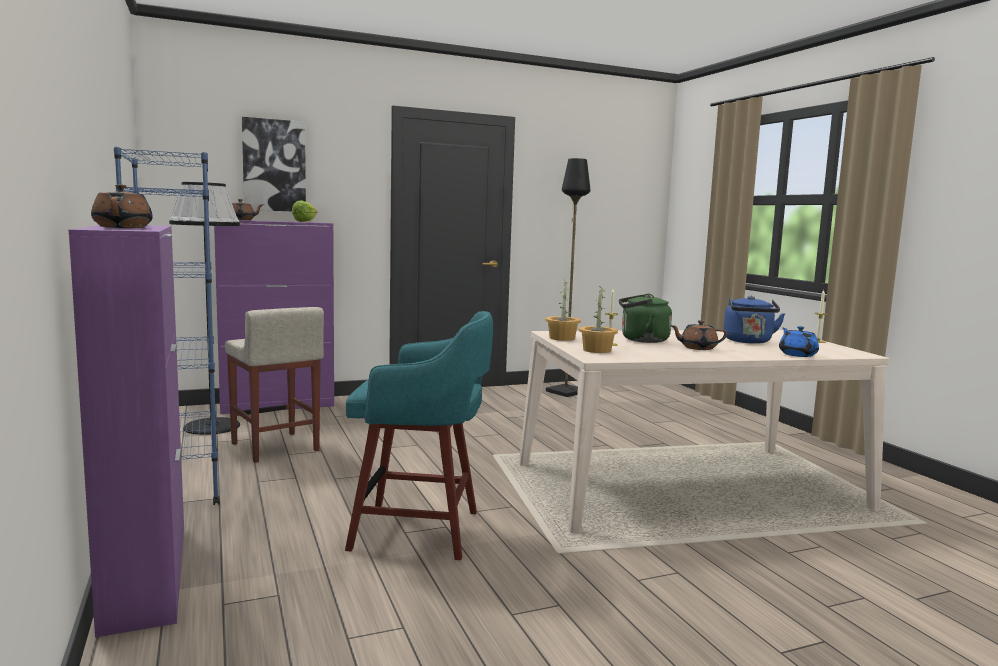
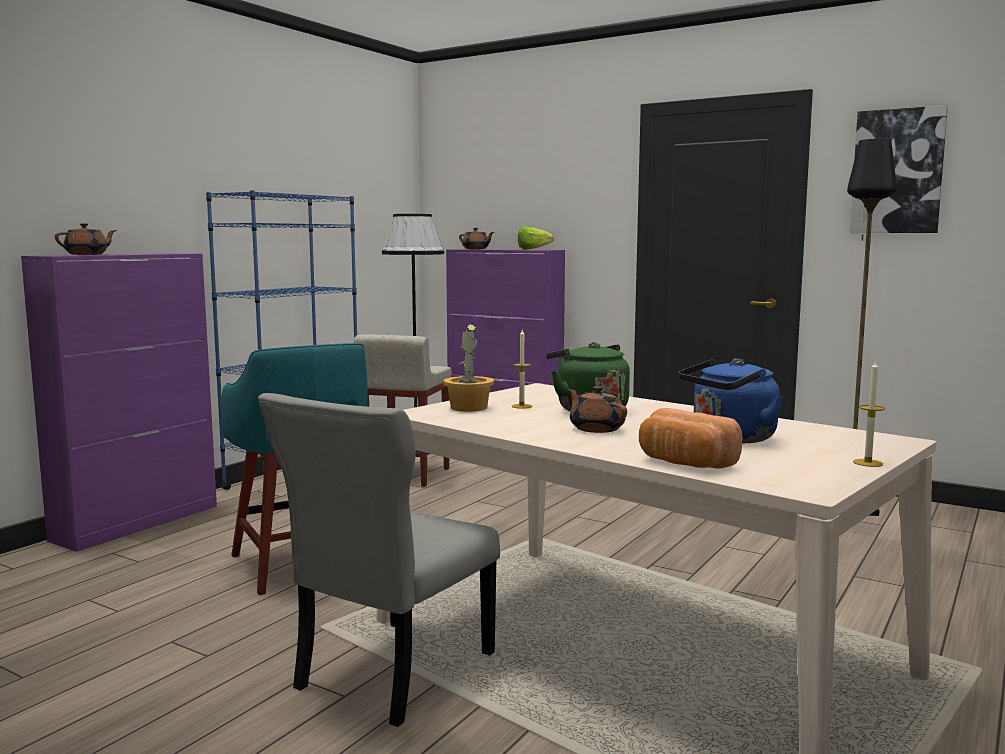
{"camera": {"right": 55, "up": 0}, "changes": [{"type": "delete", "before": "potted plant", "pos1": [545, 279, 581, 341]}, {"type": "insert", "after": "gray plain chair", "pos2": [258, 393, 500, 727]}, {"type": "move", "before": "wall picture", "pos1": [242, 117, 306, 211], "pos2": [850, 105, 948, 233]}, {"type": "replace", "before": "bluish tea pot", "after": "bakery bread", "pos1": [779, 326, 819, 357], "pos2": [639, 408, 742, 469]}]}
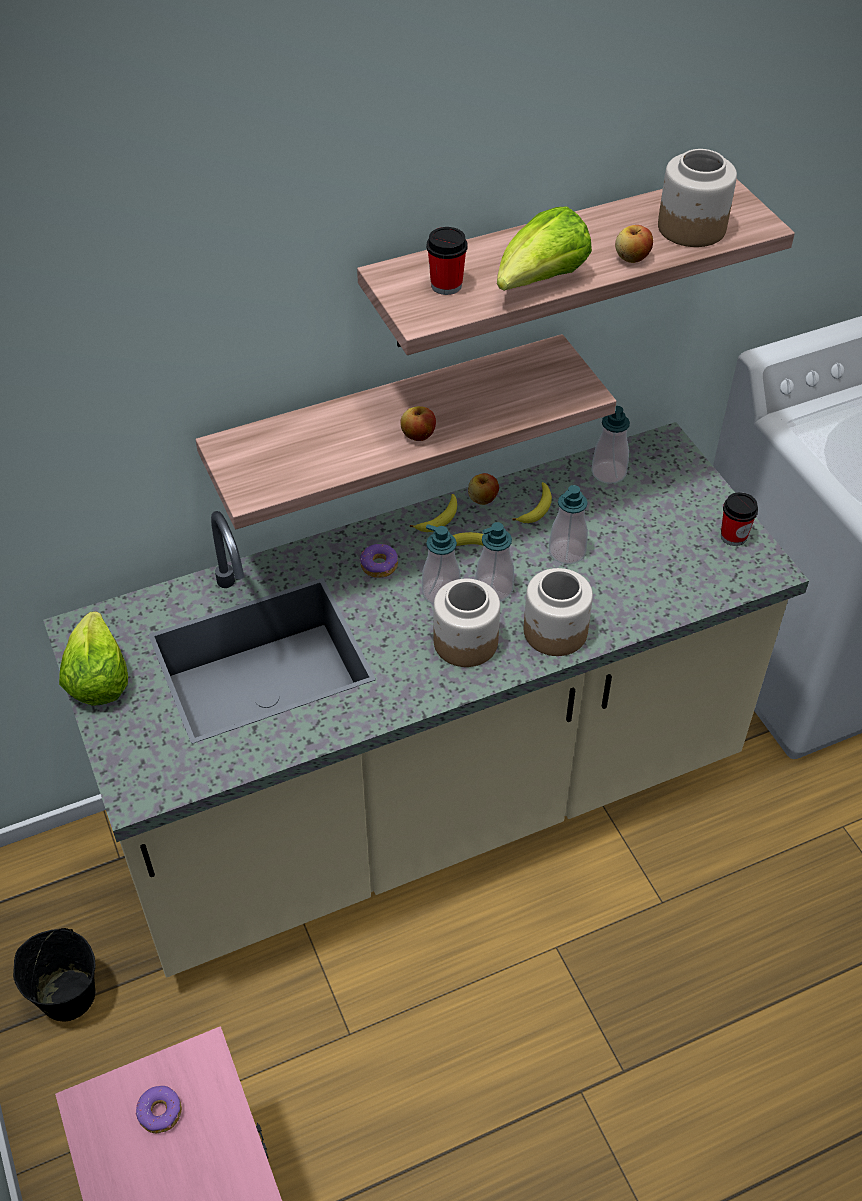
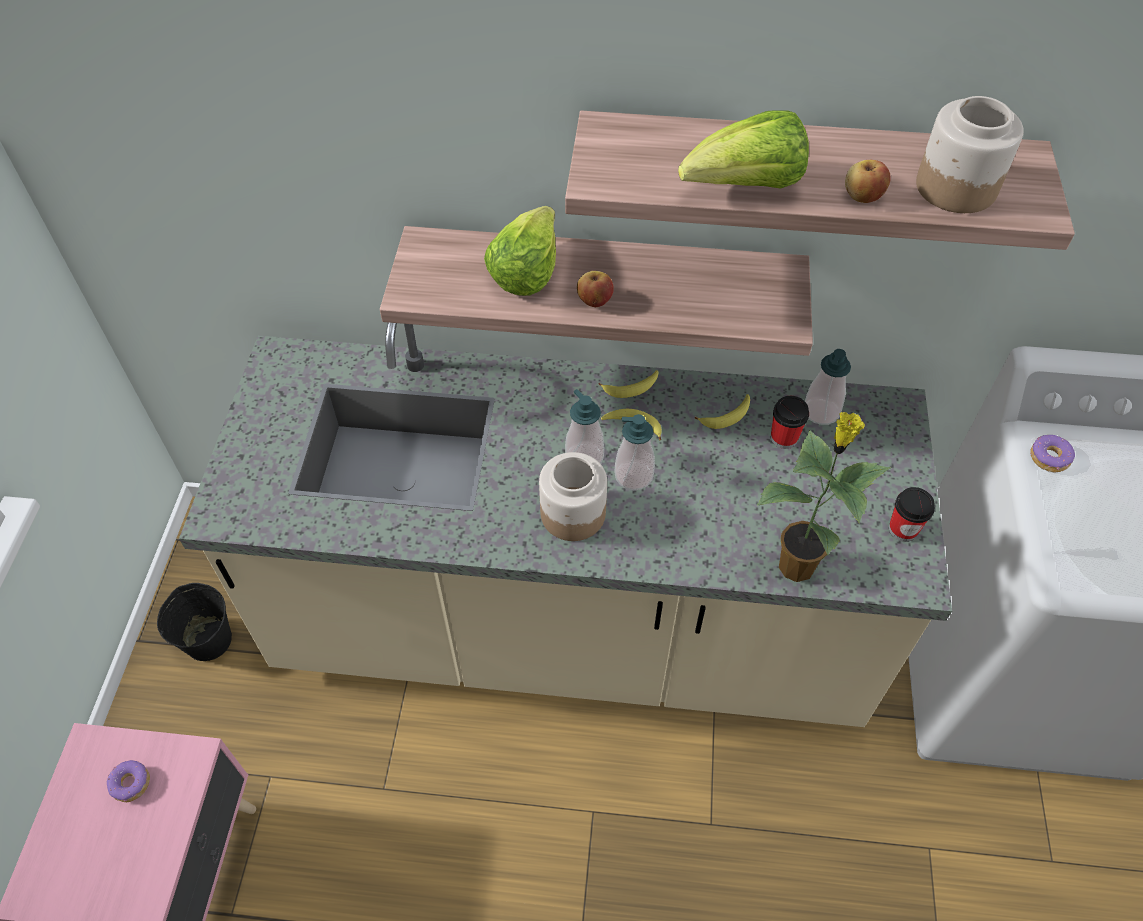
{"camera": {"right": 30, "up": 5}, "changes": [{"type": "delete", "before": "apple", "pos1": [468, 473, 499, 505]}, {"type": "delete", "before": "jar", "pos1": [524, 568, 593, 656]}, {"type": "delete", "before": "liquid soap bottle", "pos1": [549, 485, 588, 564]}, {"type": "insert", "after": "potted plant", "pos2": [757, 412, 891, 582]}, {"type": "move", "before": "lettuce", "pos1": [59, 611, 128, 705], "pos2": [484, 206, 556, 296]}, {"type": "move", "before": "doughnut", "pos1": [360, 544, 398, 578], "pos2": [1030, 435, 1075, 473]}, {"type": "move", "before": "small cup", "pos1": [427, 227, 468, 295], "pos2": [771, 396, 809, 449]}]}
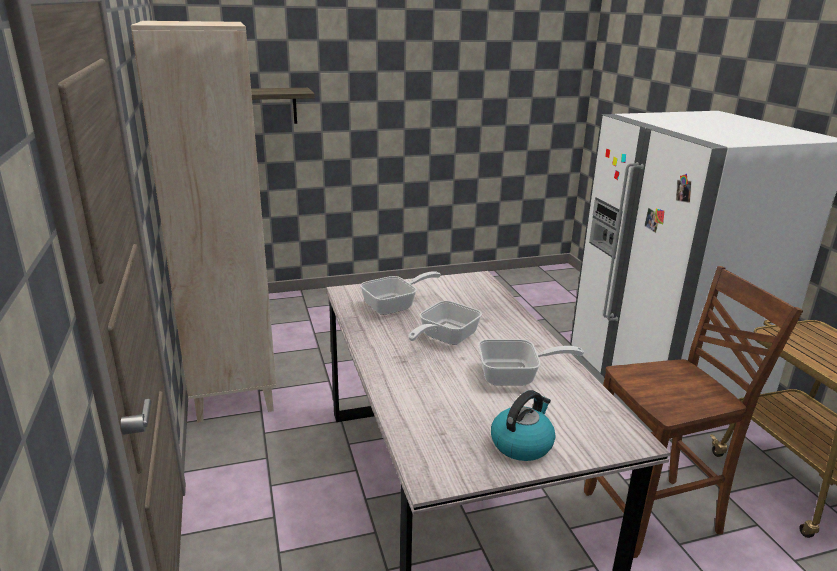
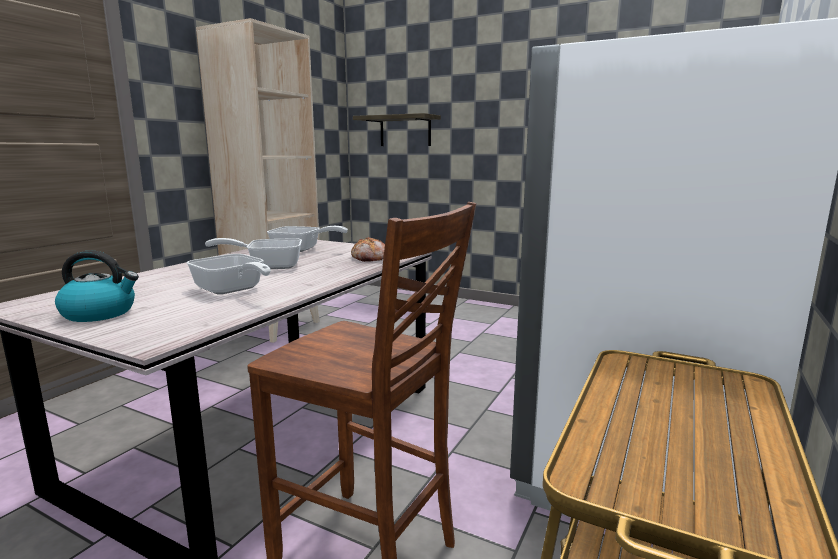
{"camera": {"right": 45, "up": -10}, "changes": [{"type": "insert", "after": "bakery bread", "pos2": [351, 237, 385, 262]}]}
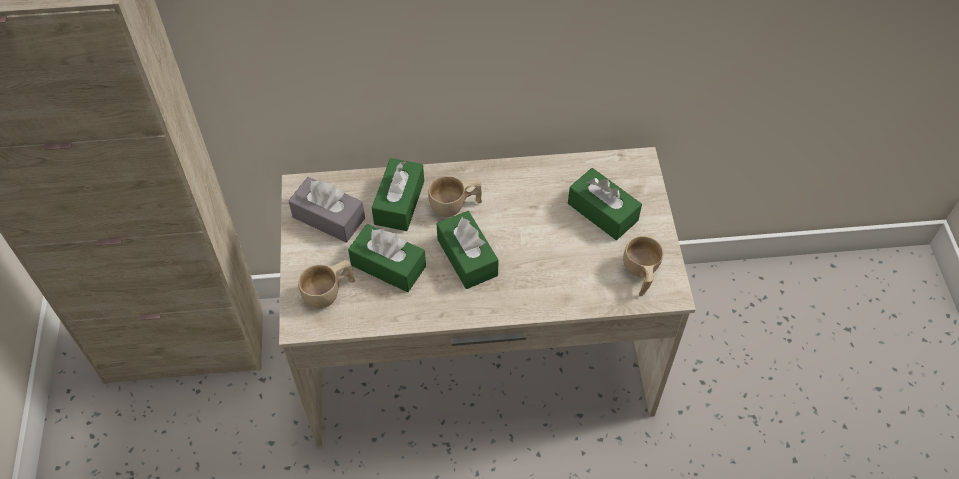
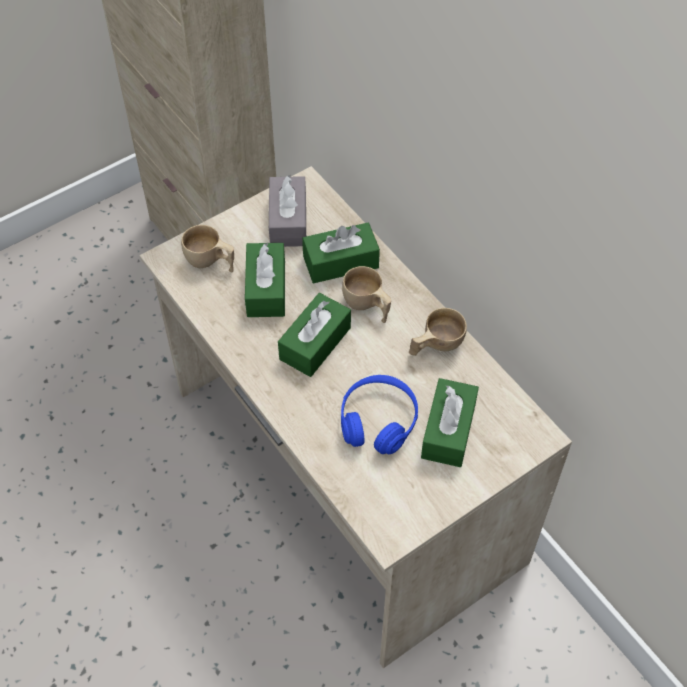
{"camera": {"right": 60, "up": 0}, "changes": [{"type": "insert", "after": "bluish pair of headphones", "pos2": [341, 375, 418, 454]}, {"type": "move", "before": "sand-coloured small cup", "pos1": [623, 236, 664, 296], "pos2": [409, 308, 467, 356]}]}
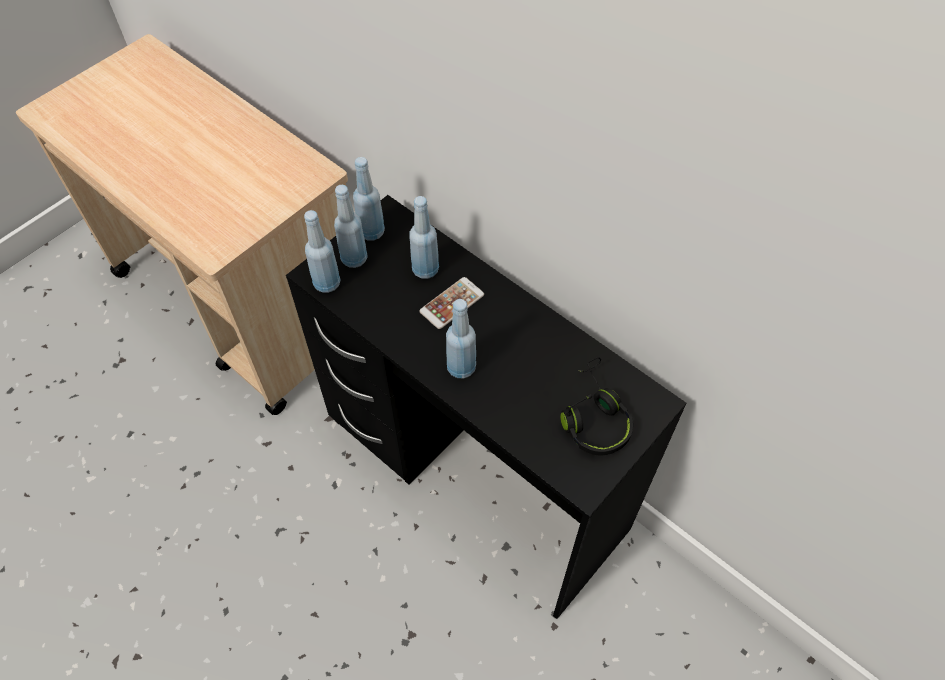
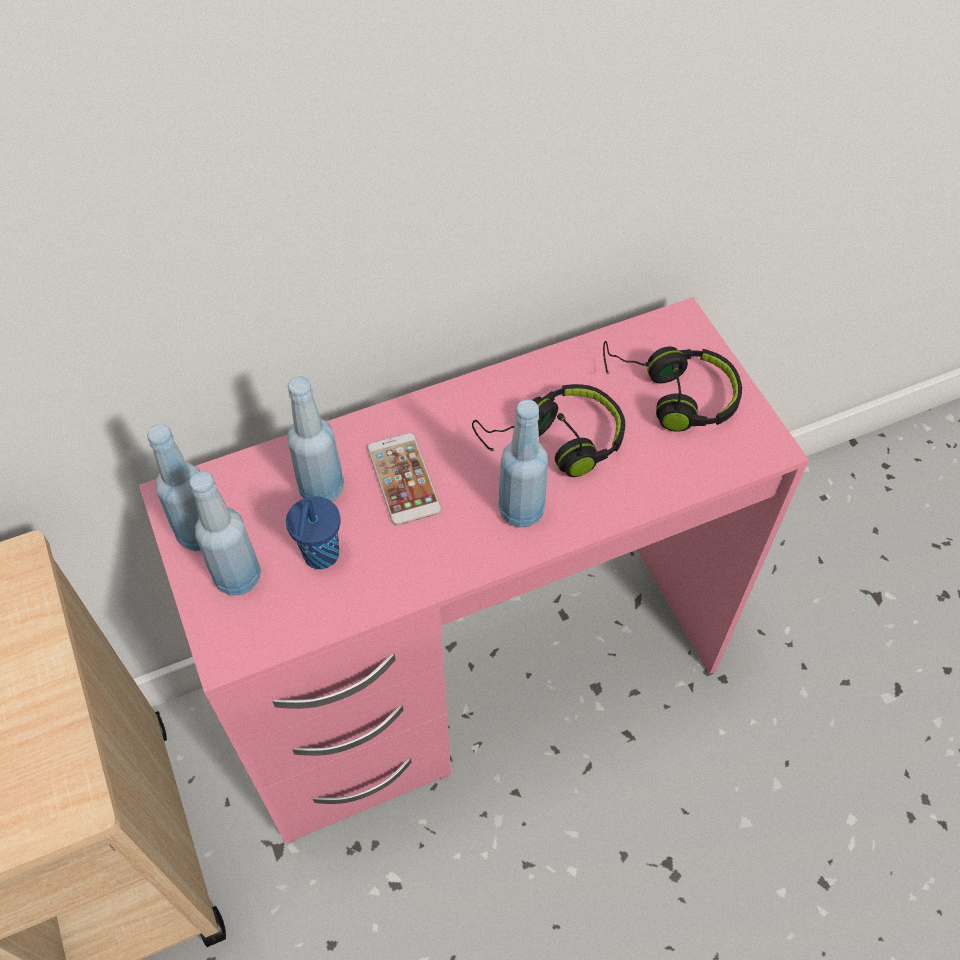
{"camera": {"right": -65, "up": 0}, "changes": [{"type": "delete", "before": "bluish bottle", "pos1": [304, 210, 340, 293]}, {"type": "insert", "after": "bluish small cup", "pos2": [286, 496, 341, 569]}, {"type": "insert", "after": "black-coloured pair of headphones", "pos2": [472, 384, 625, 477]}, {"type": "recolor", "before": "black-coloured desk table", "after": "pink desk table", "pos1": [286, 195, 686, 619], "pos2": [139, 297, 809, 844]}]}
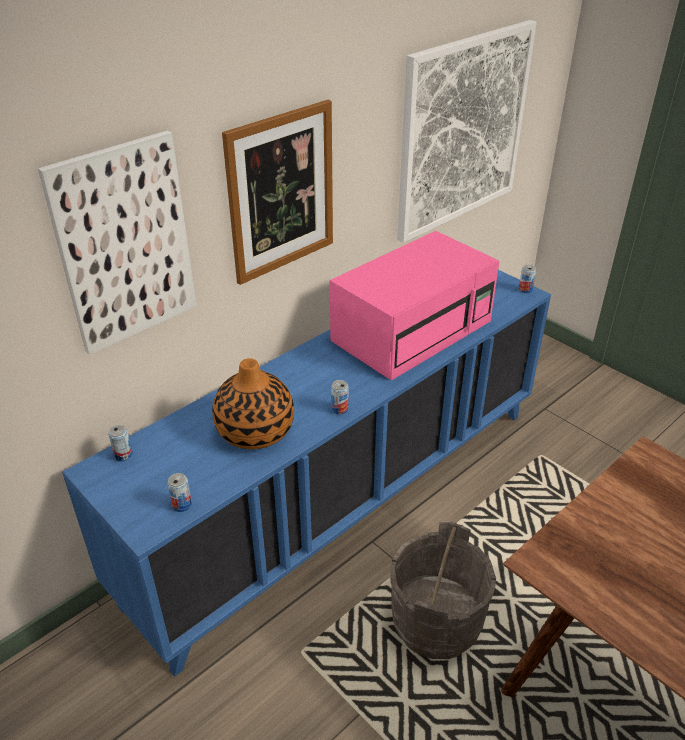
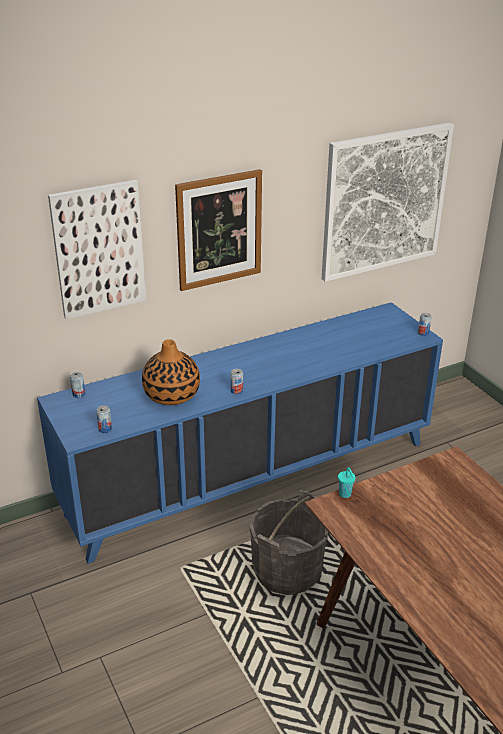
{"camera": {"right": 15, "up": -5}, "changes": [{"type": "delete", "before": "pink kitchen microwave", "pos1": [330, 231, 499, 381]}, {"type": "insert", "after": "blue-green small cup", "pos2": [338, 467, 356, 498]}]}
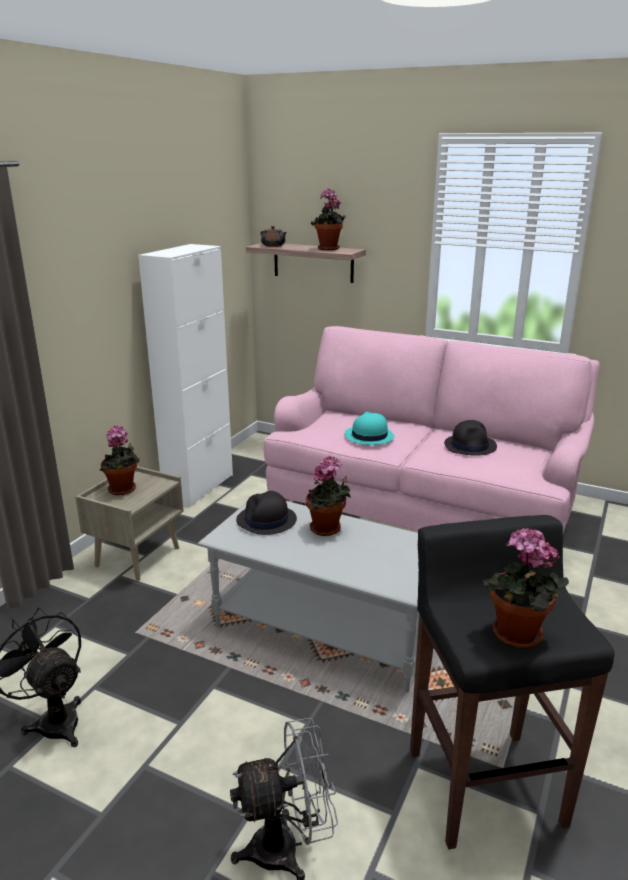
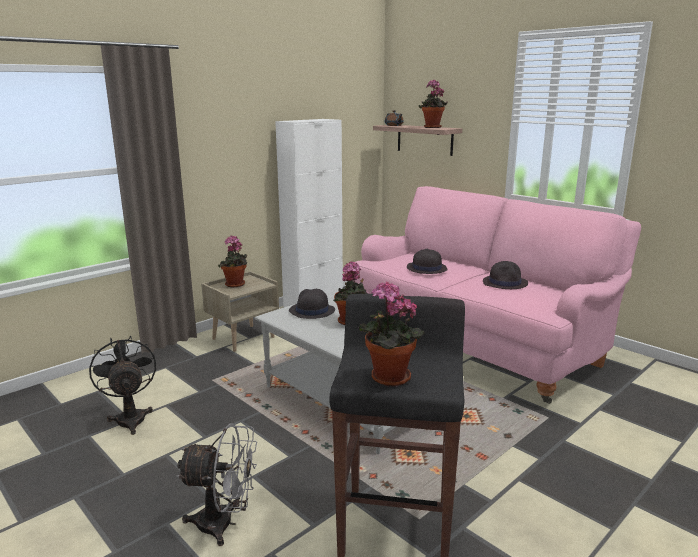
{"camera": {"right": 20, "up": -5}, "changes": [{"type": "recolor", "before": "blue-green hat", "after": "black-coloured hat", "pos1": [345, 412, 395, 445], "pos2": [407, 249, 448, 274]}]}
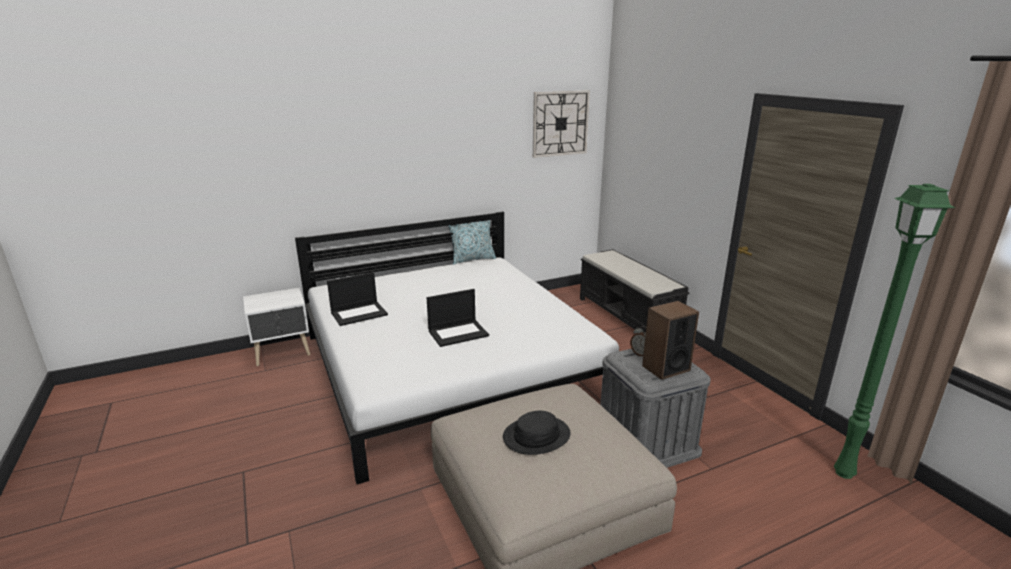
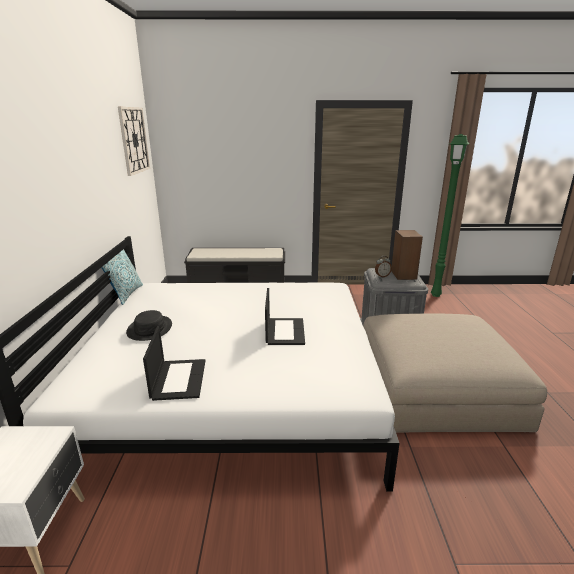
{"camera": {"right": -65, "up": 0}, "changes": [{"type": "move", "before": "black-coloured hat", "pos1": [503, 411, 571, 455], "pos2": [126, 310, 172, 341]}]}
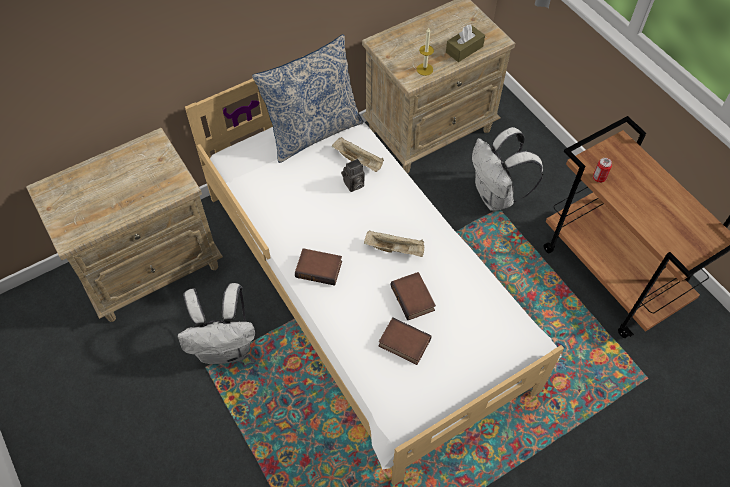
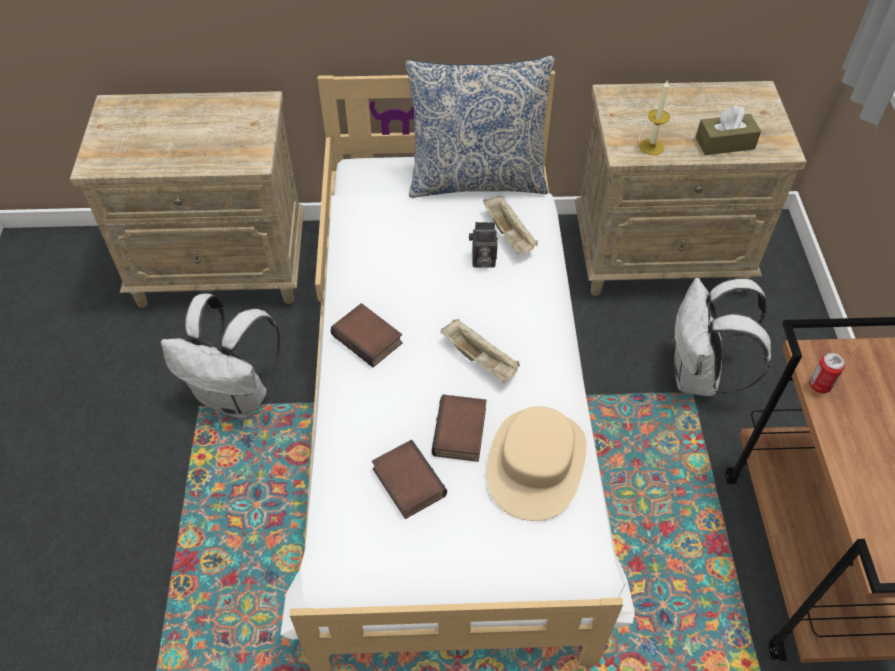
{"camera": {"right": 30, "up": -5}, "changes": [{"type": "insert", "after": "sand-coloured hat", "pos2": [487, 406, 587, 521]}]}
